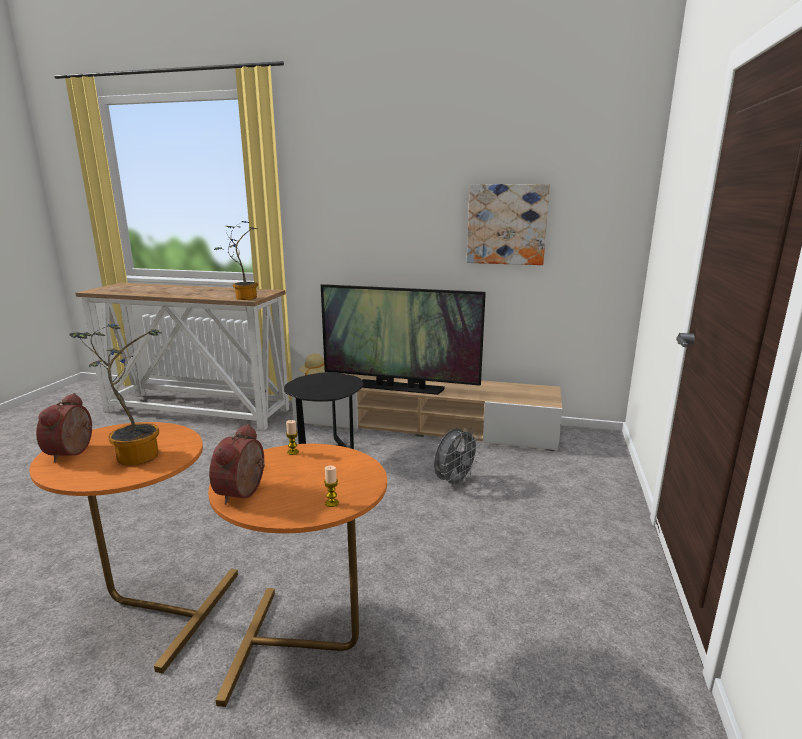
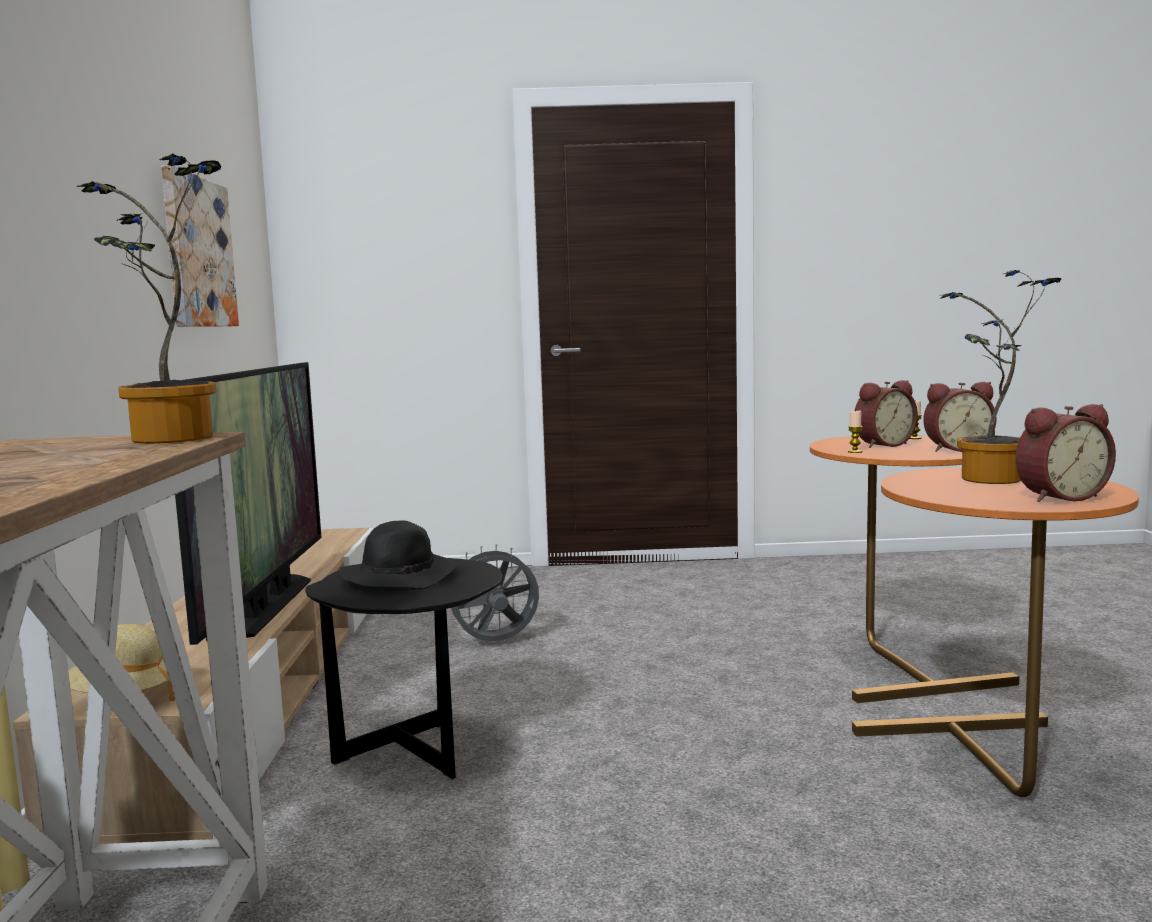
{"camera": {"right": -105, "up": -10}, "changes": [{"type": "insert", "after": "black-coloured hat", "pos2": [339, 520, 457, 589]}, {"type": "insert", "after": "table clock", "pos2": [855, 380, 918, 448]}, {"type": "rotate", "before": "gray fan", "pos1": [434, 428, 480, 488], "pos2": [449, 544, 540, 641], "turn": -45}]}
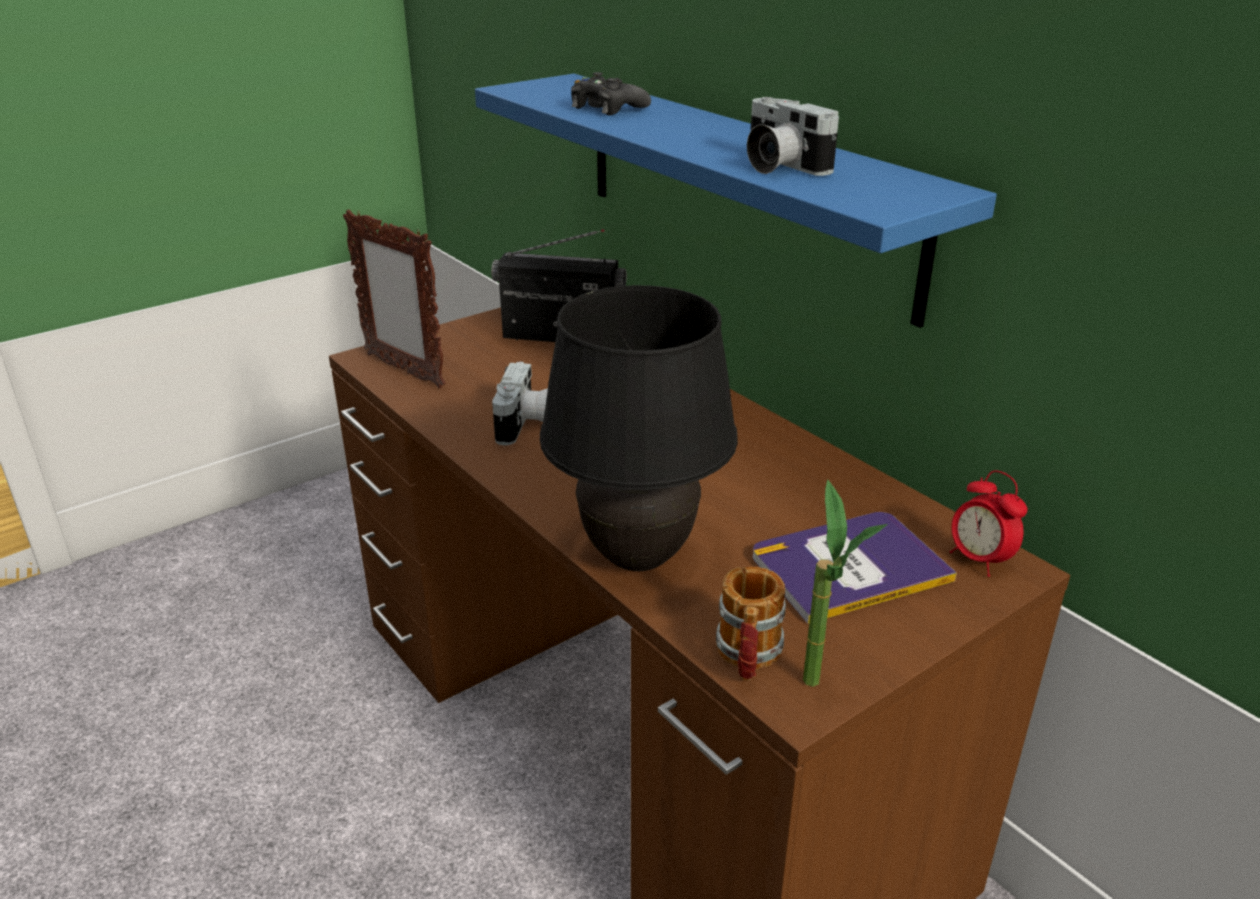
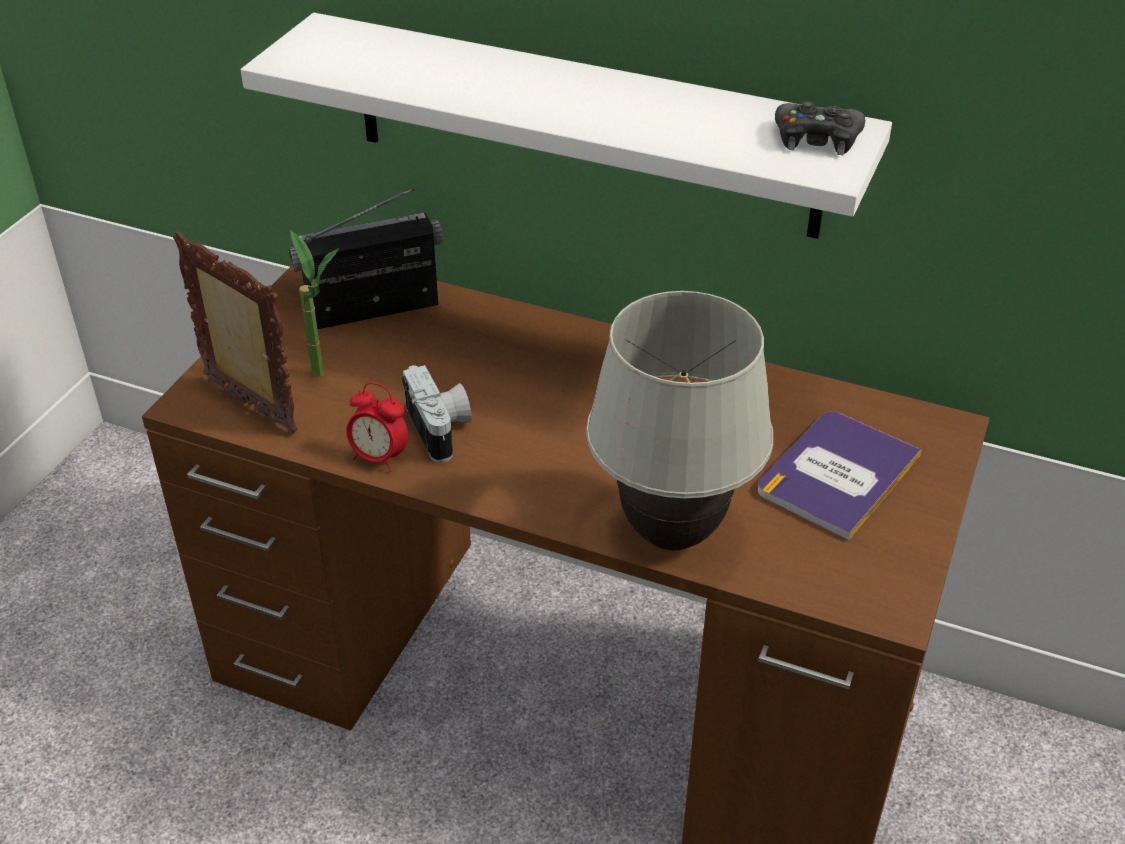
{"camera": {"right": -30, "up": 10}, "changes": [{"type": "delete", "before": "mug", "pos1": [716, 567, 786, 681]}, {"type": "delete", "before": "photo camera", "pos1": [747, 97, 839, 176]}, {"type": "move", "before": "black-coloured game controller", "pos1": [571, 72, 651, 115], "pos2": [775, 101, 865, 155]}, {"type": "move", "before": "potted plant", "pos1": [803, 480, 887, 687], "pos2": [290, 230, 339, 377]}, {"type": "move", "before": "table clock", "pos1": [950, 470, 1027, 577], "pos2": [347, 383, 408, 472]}, {"type": "recolor", "before": "bluish bracket shelf", "after": "whitish bracket shelf", "pos1": [475, 74, 997, 328], "pos2": [241, 13, 892, 239]}, {"type": "recolor", "before": "black-coloured tabletop lamp", "after": "whitish tabletop lamp", "pos1": [540, 285, 738, 571], "pos2": [586, 291, 773, 550]}, {"type": "rotate", "before": "standing frame", "pos1": [343, 209, 446, 388], "pos2": [173, 231, 298, 434], "turn": -150}]}
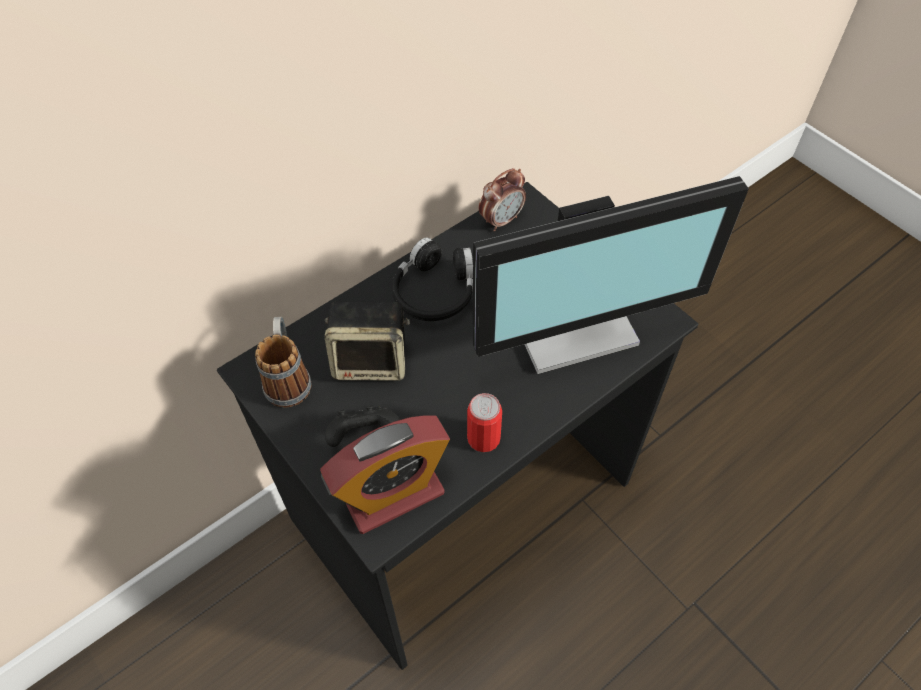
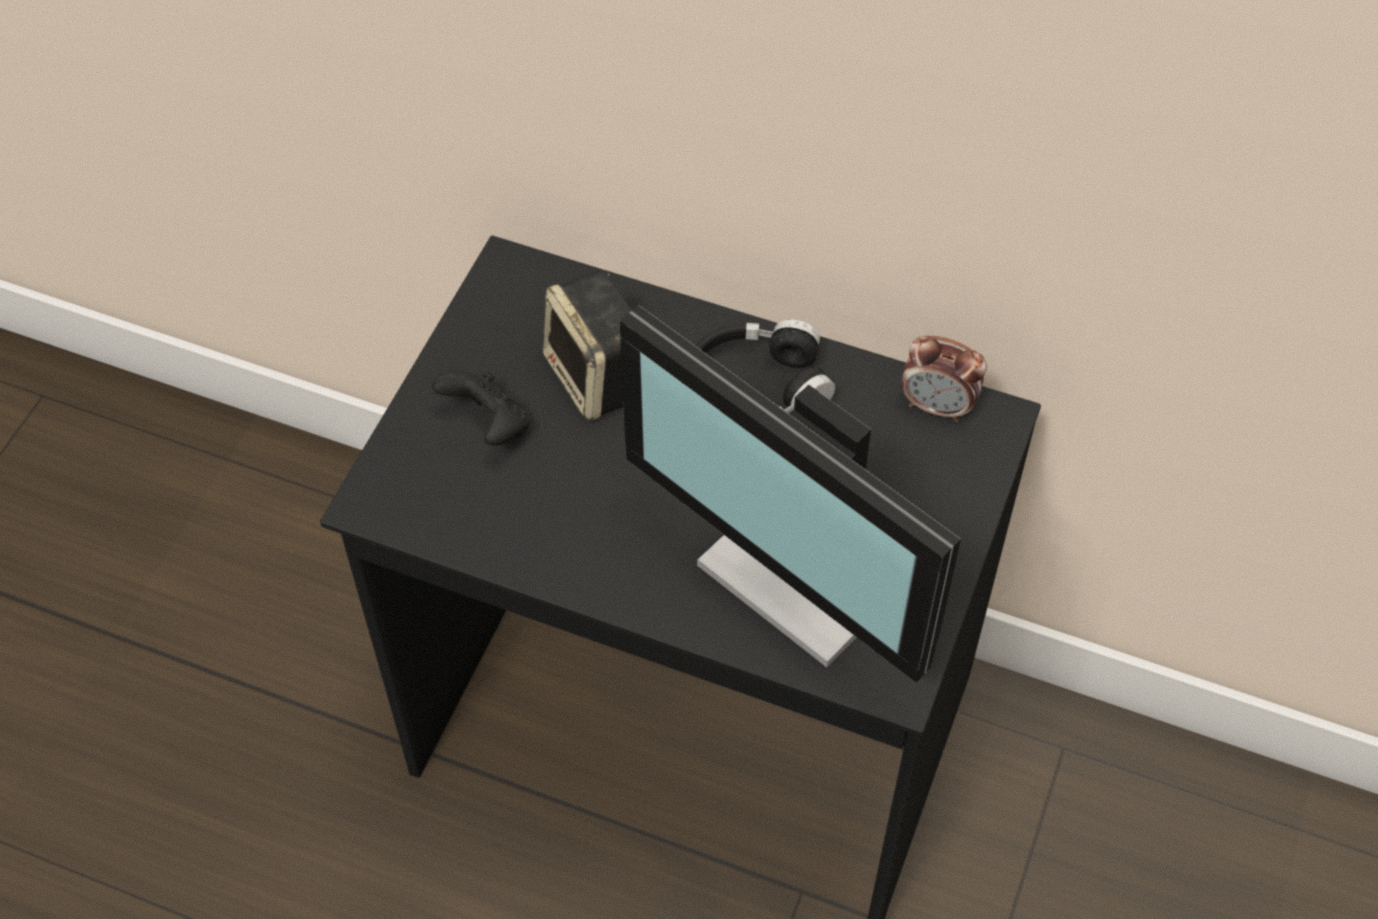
{"camera": {"right": 60, "up": 0}, "changes": [{"type": "delete", "before": "mug", "pos1": [255, 317, 311, 407]}, {"type": "delete", "before": "table clock", "pos1": [320, 415, 450, 534]}, {"type": "delete", "before": "sealed can", "pos1": [467, 393, 502, 452]}]}
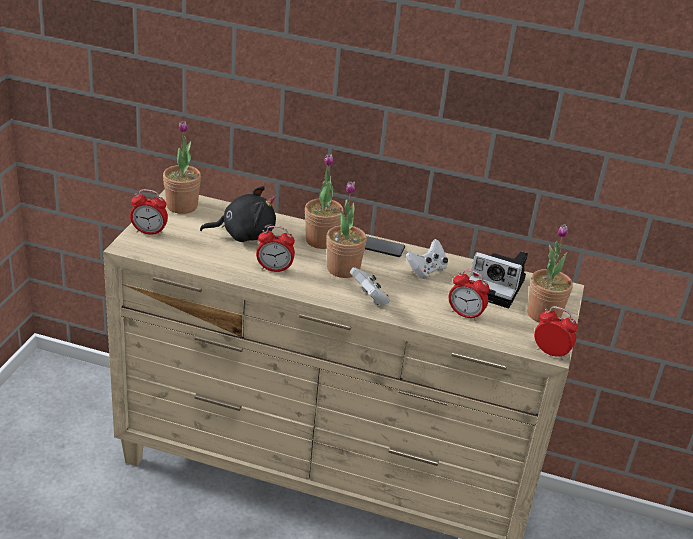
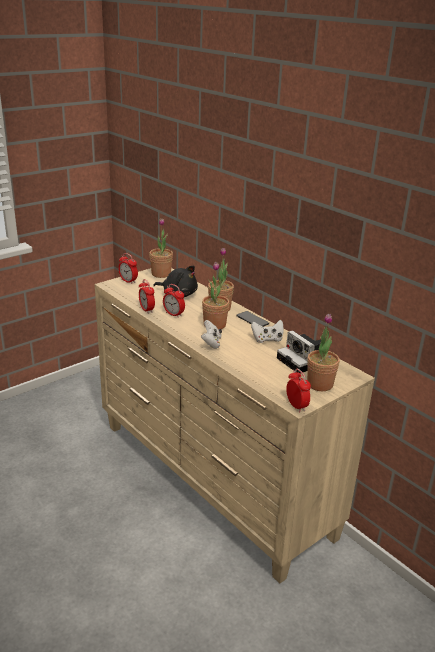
{"camera": {"right": 35, "up": -5}, "changes": [{"type": "move", "before": "table clock", "pos1": [449, 270, 489, 321], "pos2": [139, 279, 155, 313]}]}
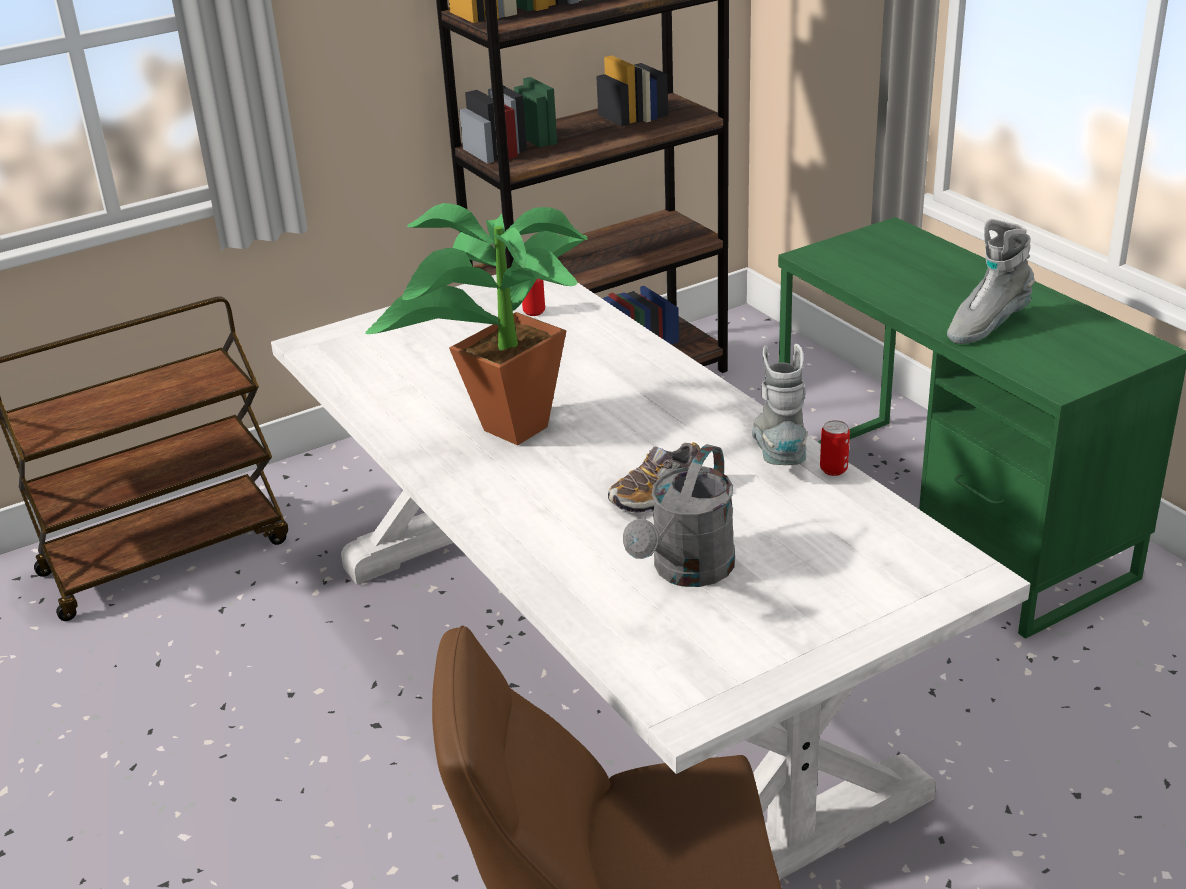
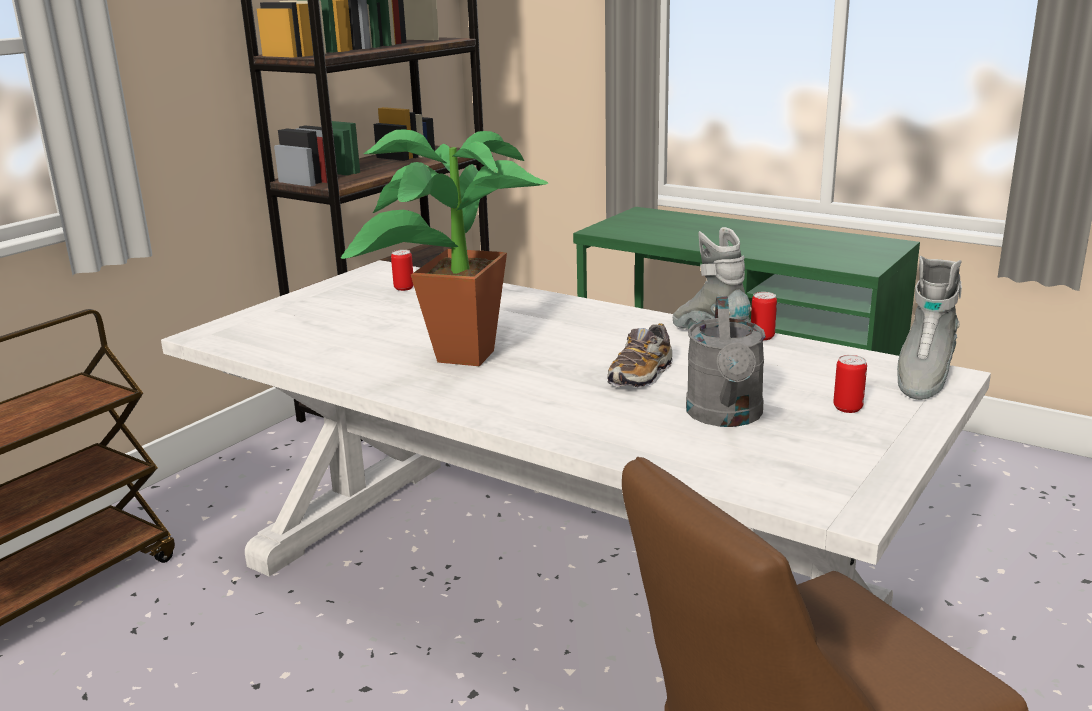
{"camera": {"right": -25, "up": -10}, "changes": [{"type": "insert", "after": "sealed can", "pos2": [833, 355, 867, 413]}, {"type": "move", "before": "gray boot", "pos1": [947, 219, 1035, 344], "pos2": [897, 256, 962, 400]}]}
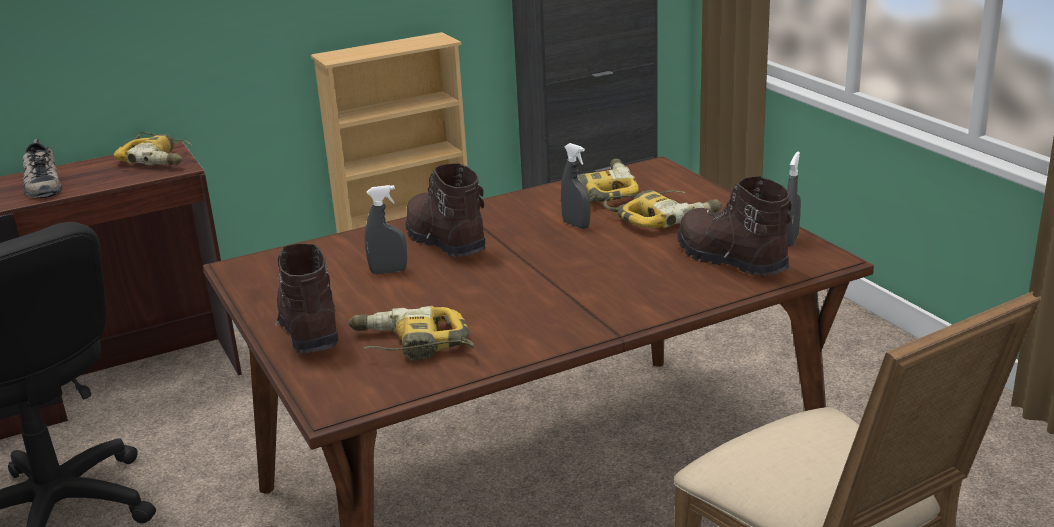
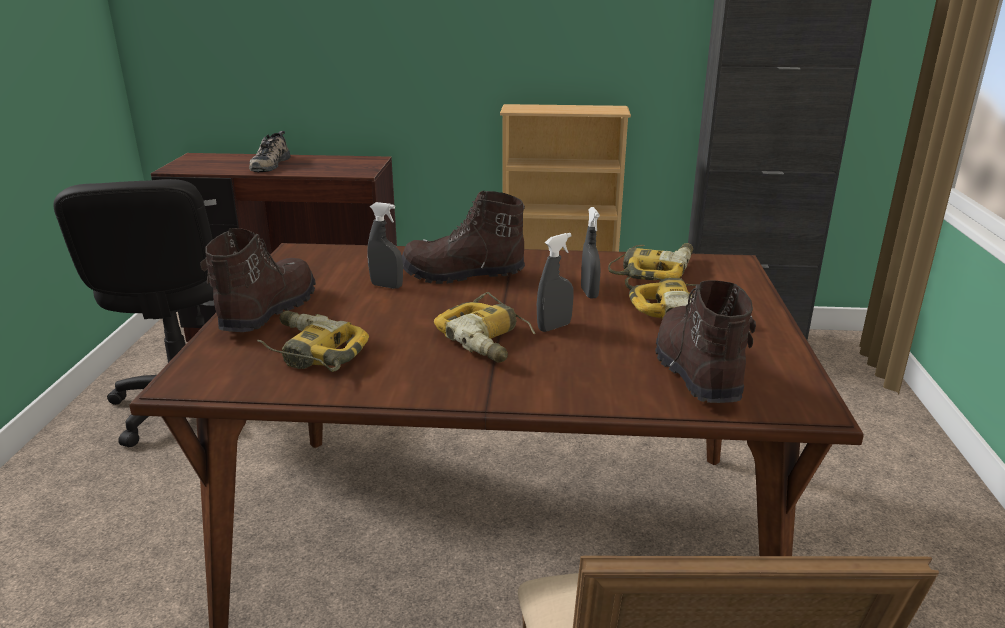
{"camera": {"right": 30, "up": 0}, "changes": [{"type": "move", "before": "drill", "pos1": [114, 132, 193, 166], "pos2": [434, 292, 535, 363]}, {"type": "move", "before": "gray sprayer", "pos1": [786, 152, 801, 247], "pos2": [537, 233, 573, 332]}, {"type": "rotate", "before": "brown-coloured boot", "pos1": [405, 163, 486, 257], "pos2": [402, 191, 525, 284], "turn": -90}]}
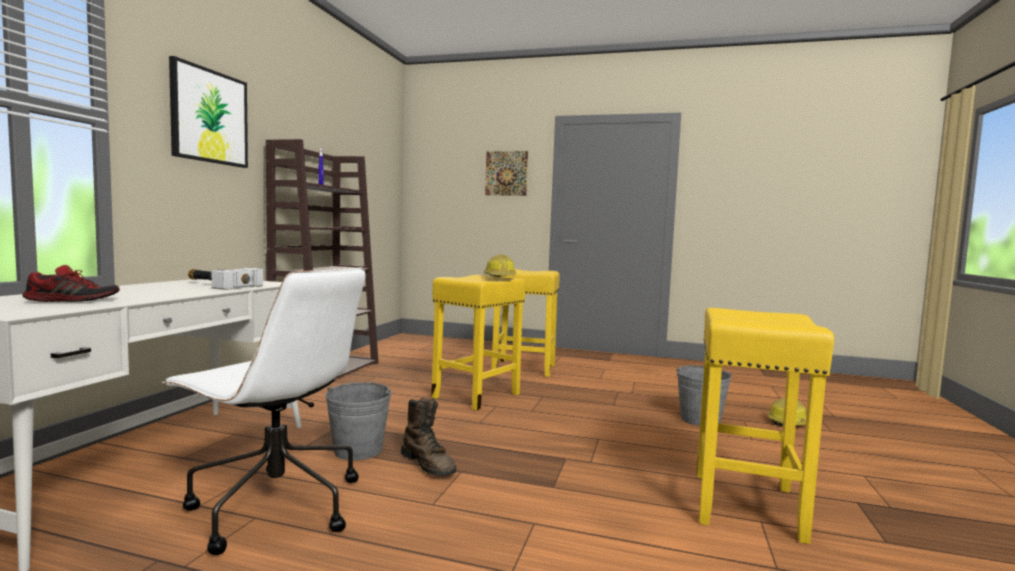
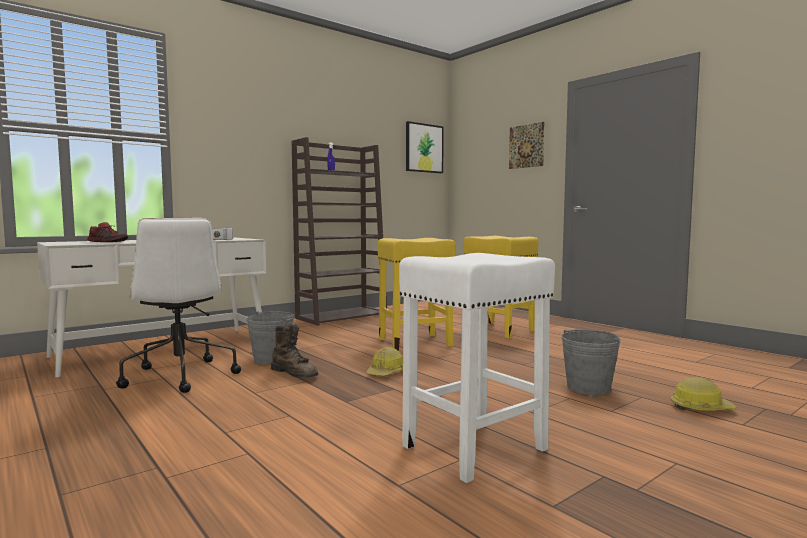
{"camera": {"right": 35, "up": 0}, "changes": [{"type": "move", "before": "wall picture", "pos1": [169, 56, 248, 168], "pos2": [406, 121, 444, 173]}, {"type": "move", "before": "safety helmet", "pos1": [484, 254, 516, 277], "pos2": [366, 347, 403, 376]}, {"type": "recolor", "before": "yellow stool seat", "after": "whitish stool seat", "pos1": [697, 308, 834, 544], "pos2": [399, 253, 555, 483]}, {"type": "rotate", "before": "brown-coloured boot", "pos1": [401, 398, 456, 476], "pos2": [271, 323, 318, 378], "turn": -45}]}
